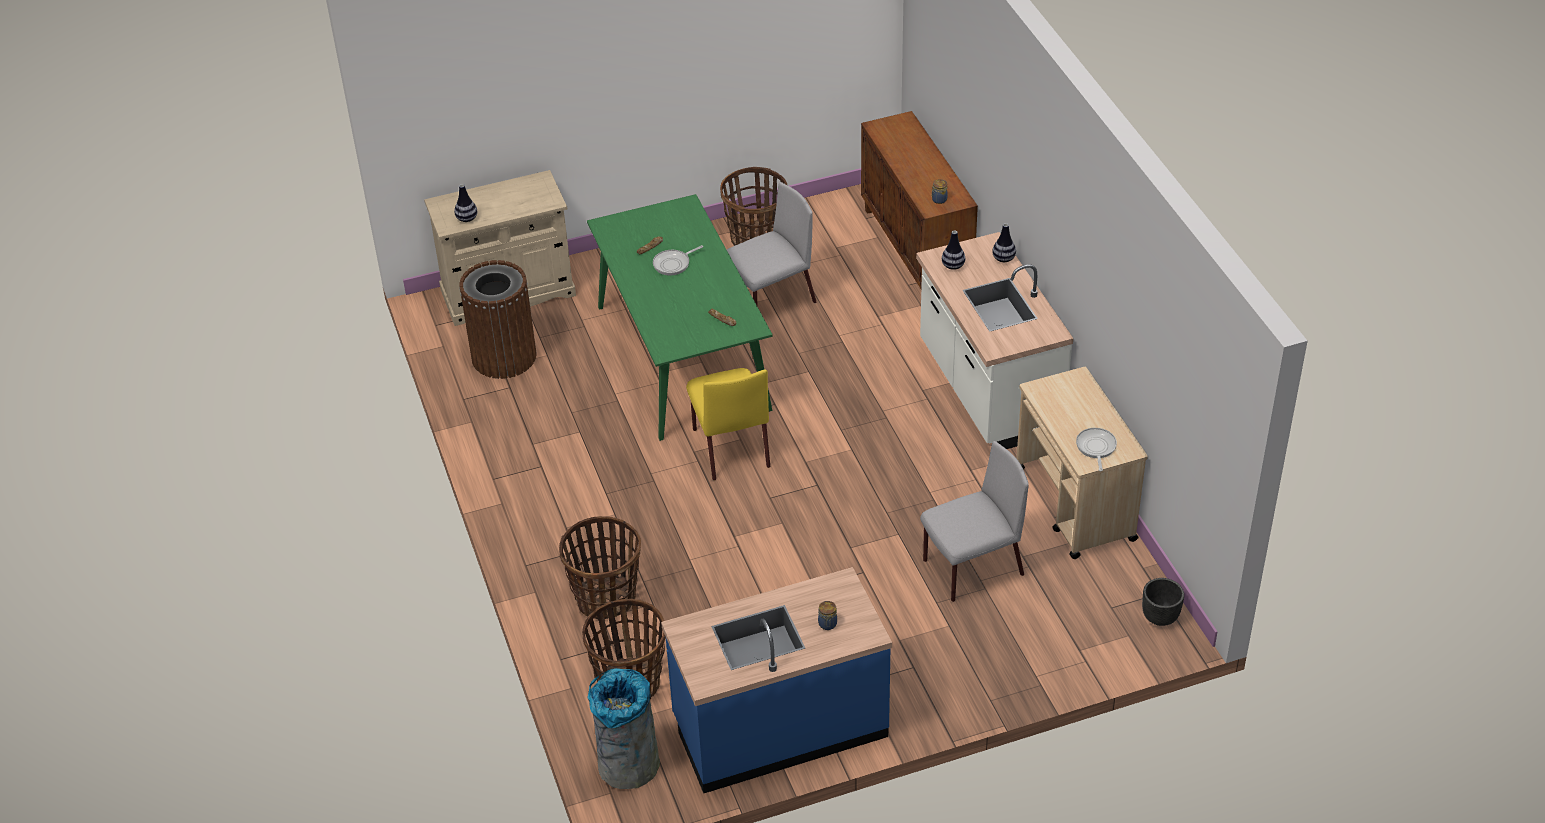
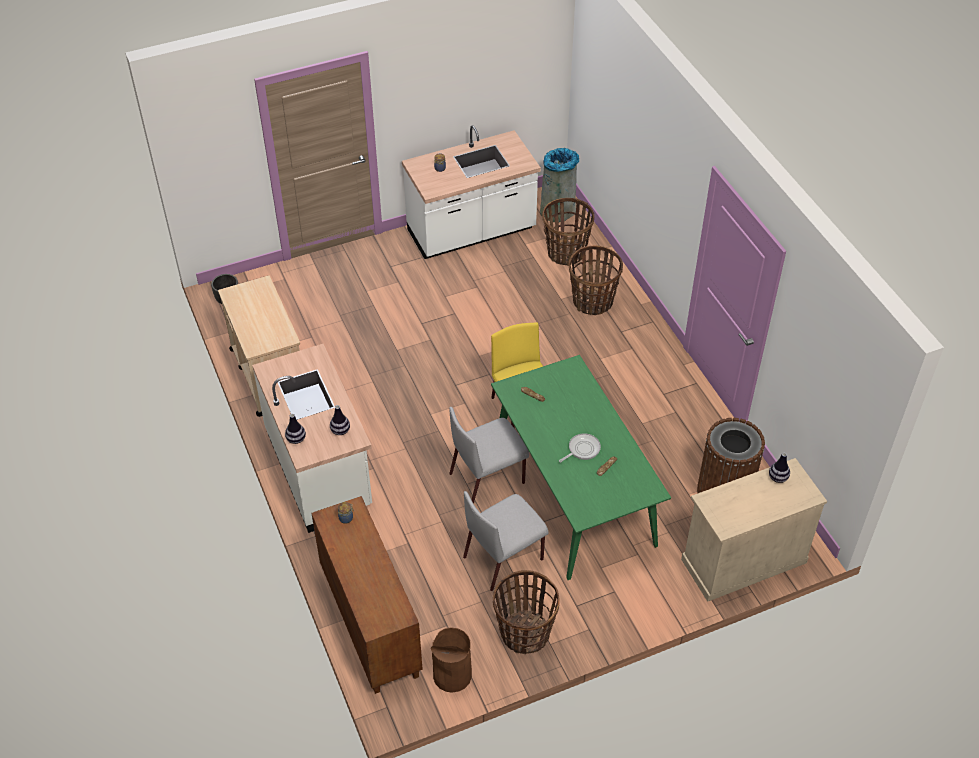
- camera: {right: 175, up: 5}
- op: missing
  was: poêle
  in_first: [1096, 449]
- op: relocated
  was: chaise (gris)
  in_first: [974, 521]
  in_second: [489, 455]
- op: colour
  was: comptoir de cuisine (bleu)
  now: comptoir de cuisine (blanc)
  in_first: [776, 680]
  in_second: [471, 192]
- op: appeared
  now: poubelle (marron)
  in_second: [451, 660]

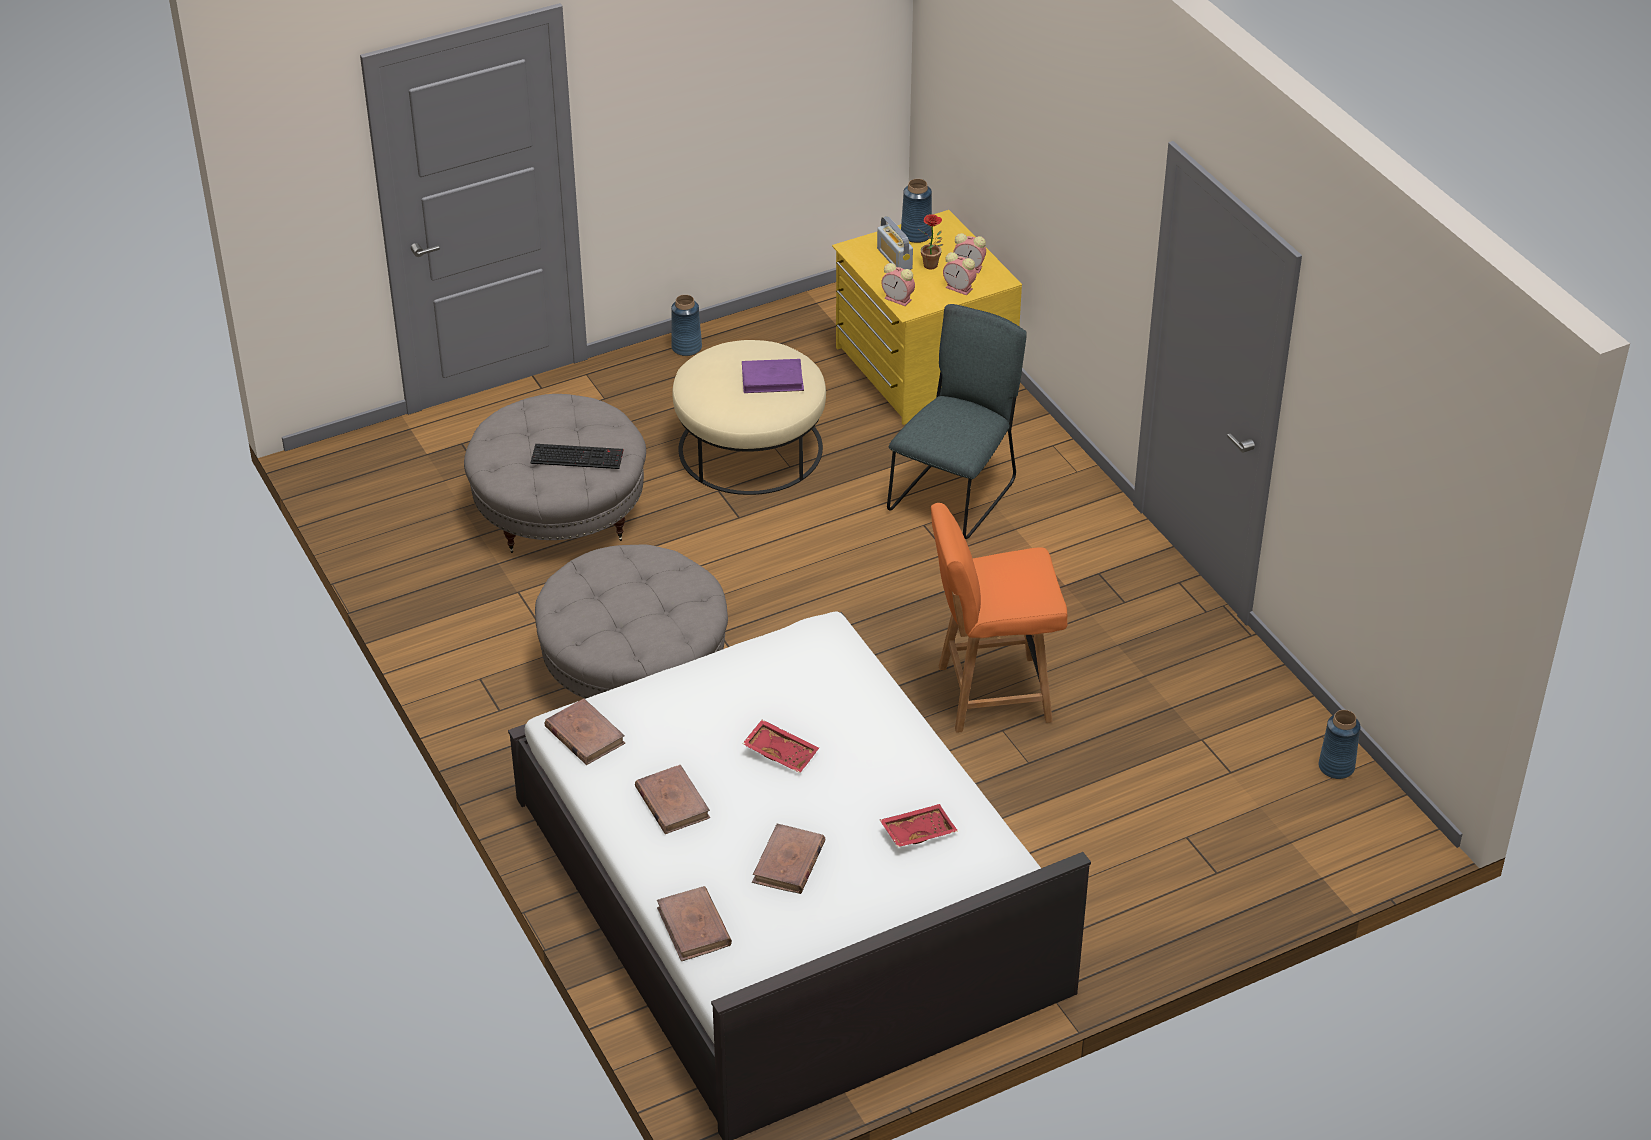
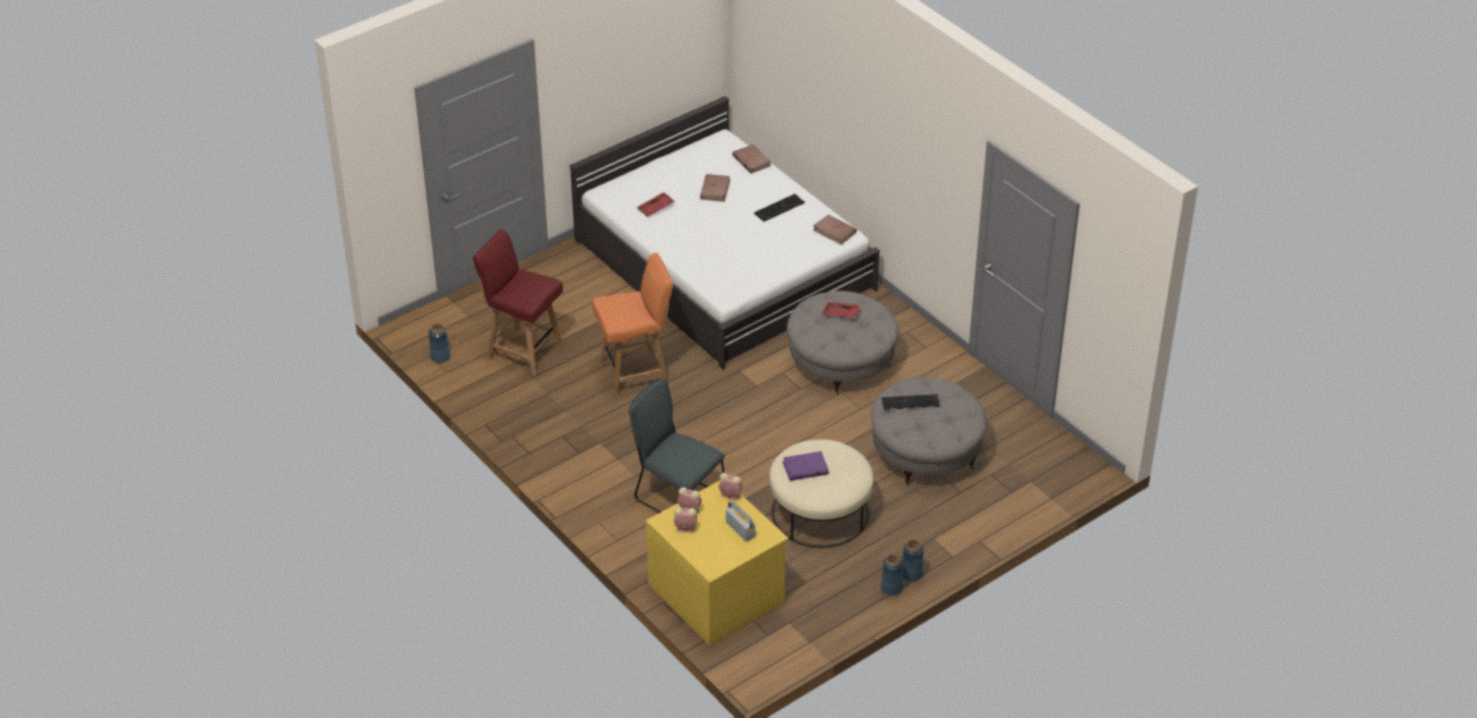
- camera: {right: 170, up: 0}
- op: relocated
  was: vase (bleu)
  in_first: [916, 211]
  in_second: [913, 561]
- op: missing
  was: plante en pot
  in_first: [931, 241]
- op: spun
  was: chaise (gris)
  in_first: [957, 421]
  in_second: [677, 445]
  clockwise: 105
- op: relocated
  was: plateau (rouge)
  in_first: [780, 746]
  in_second: [841, 310]
- op: exchanged
  was: livre (marron)
  now: clavier
  in_first: [672, 799]
  in_second: [779, 208]
- op: appeared
  now: chaise (rouge)
  in_second: [518, 302]

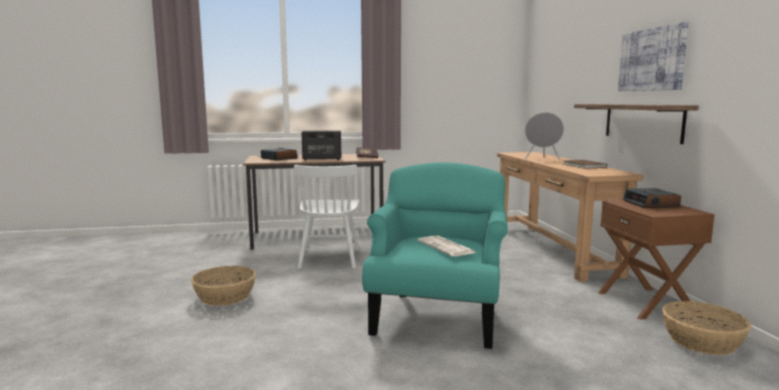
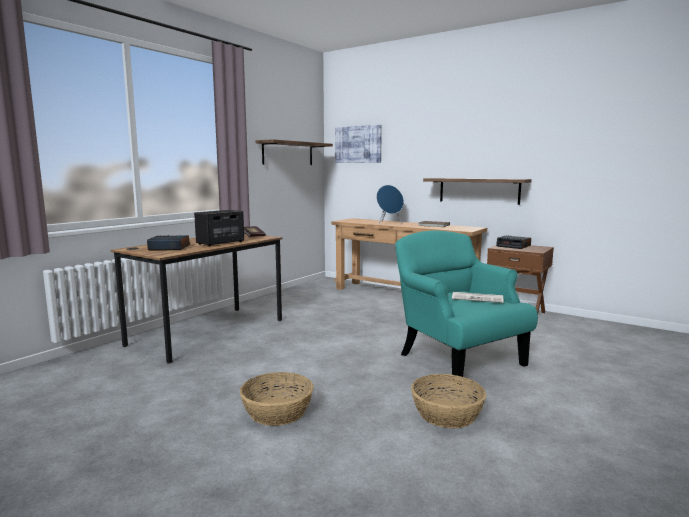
- camera: {right: -45, up: 0}
- op: relocated
  was: tableau
  in_first: [653, 56]
  in_second: [358, 144]
- op: colour
  was: enceinte (gris)
  now: enceinte (bleu)
  in_first: [544, 136]
  in_second: [390, 204]
- op: missing
  was: chaise (blanc)
  in_first: [327, 217]
- op: relocated
  was: panier
  in_first: [706, 328]
  in_second: [448, 401]
- op: appeared
  now: étagère
  in_second: [294, 152]

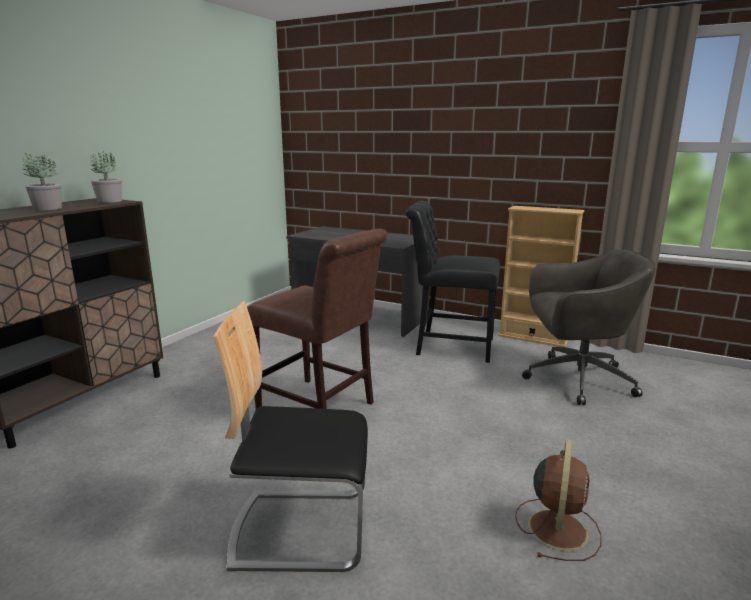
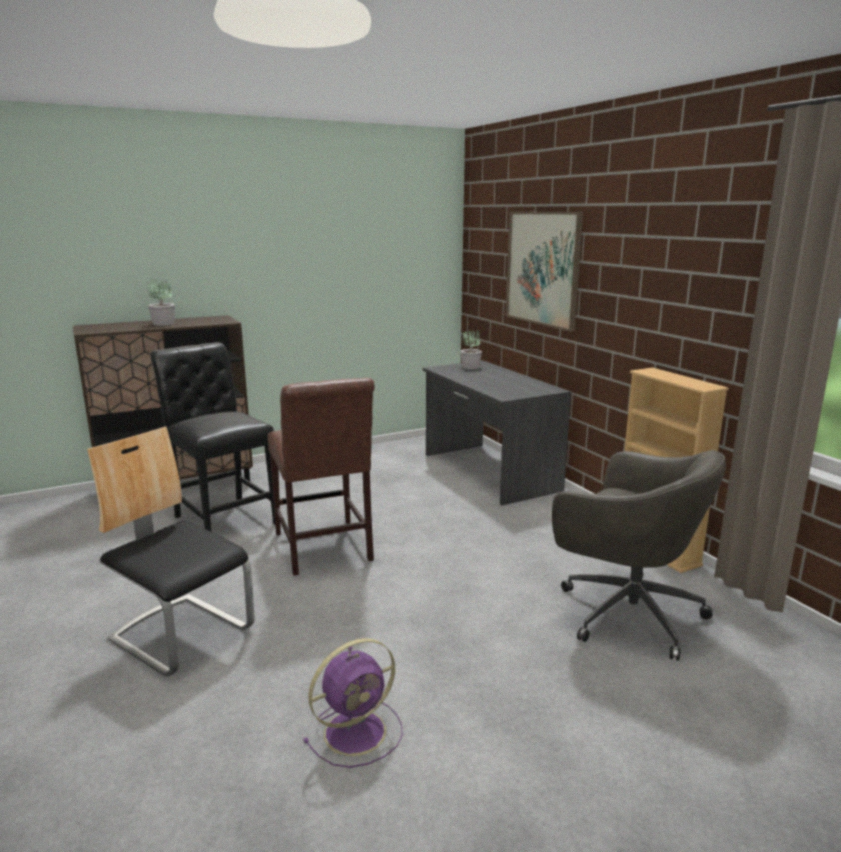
- camera: {right: 35, up: 0}
- op: relocated
  was: plante en pot
  in_first: [106, 176]
  in_second: [471, 349]
- op: relocated
  was: chaise (noir)
  in_first: [453, 282]
  in_second: [212, 437]
- op: colour
  was: ventilateur (marron)
  now: ventilateur (violet)
  in_first: [558, 500]
  in_second: [353, 703]
- op: appeared
  now: tableau
  in_second: [544, 272]

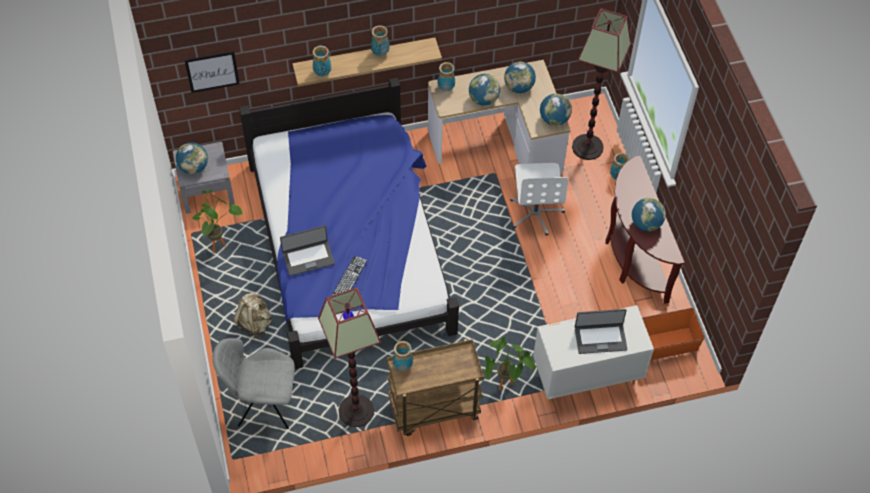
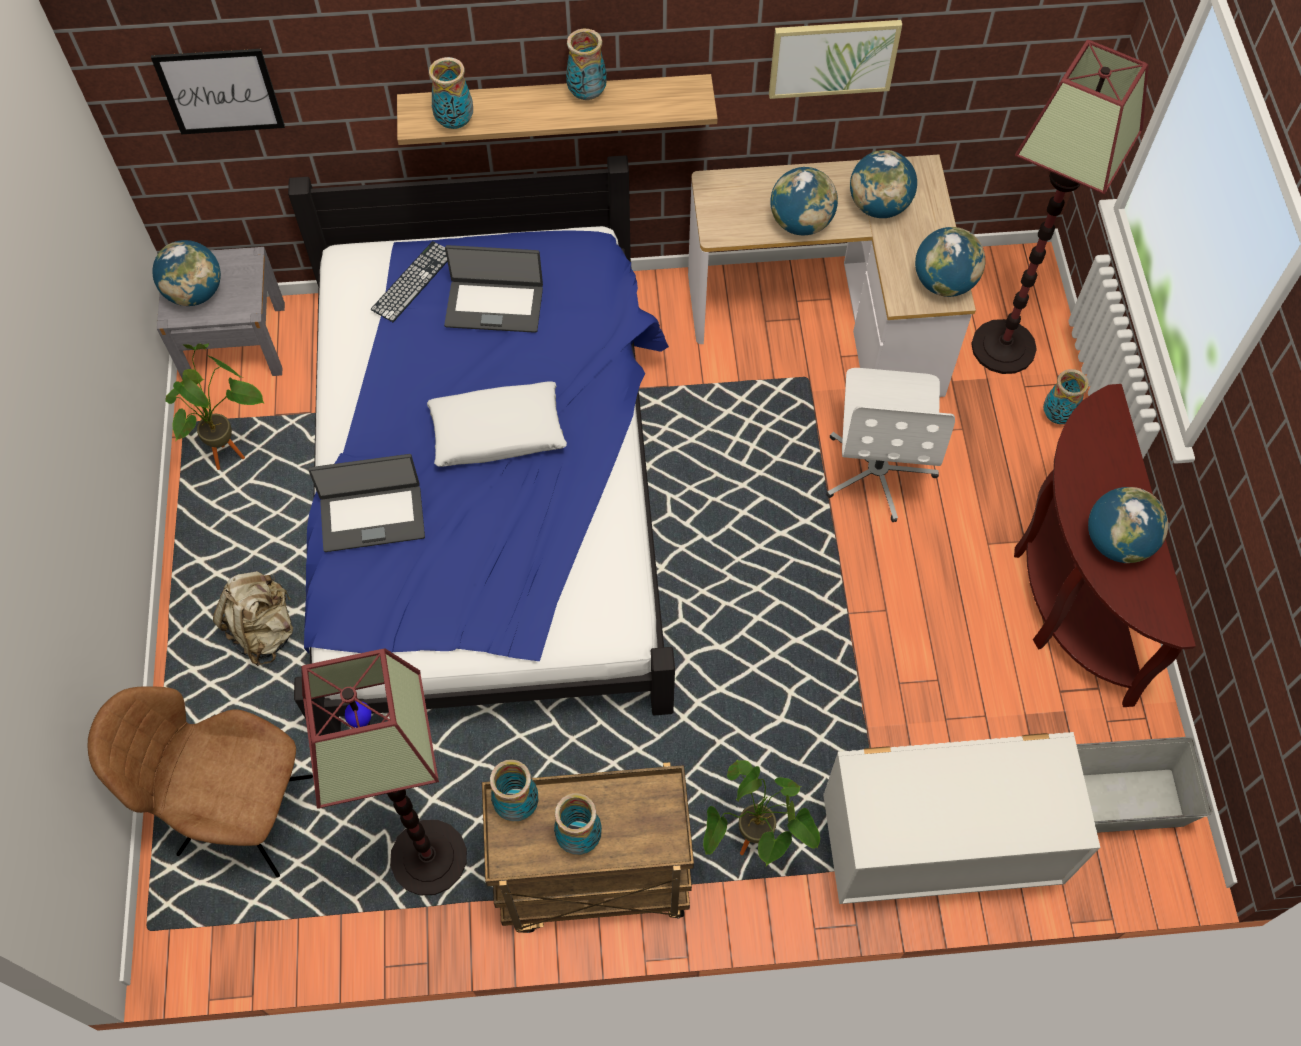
- camera: {right: 10, up: 5}
- op: relocated
  was: vase
  in_first: [446, 76]
  in_second: [578, 824]
- op: relocated
  was: clavier
  in_first: [349, 275]
  in_second: [409, 281]
- op: colour
  was: boîte de rangement (orange)
  now: boîte de rangement (gris)
  in_first: [673, 334]
  in_second: [1144, 785]
- op: relocated
  was: ordinateur portable
  in_first: [601, 331]
  in_second: [493, 289]
- op: colour
  was: chaise (gris)
  now: chaise (marron)
  in_first: [253, 383]
  in_second: [200, 782]
- op: appeared
  now: tableau
  in_second: [835, 59]
- op: appeared
  now: coussin (blanc)
  in_second: [497, 424]

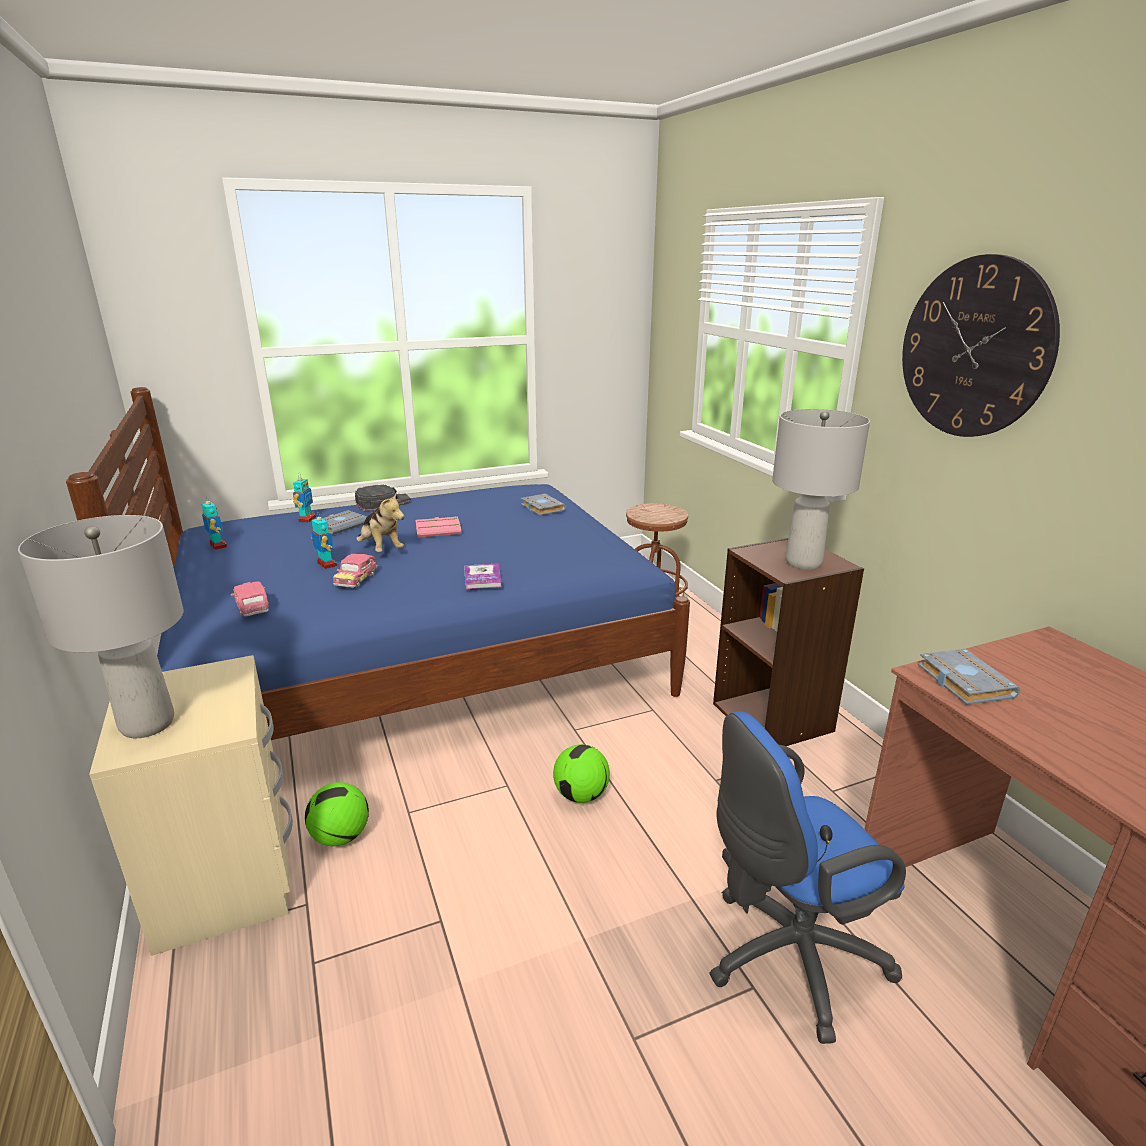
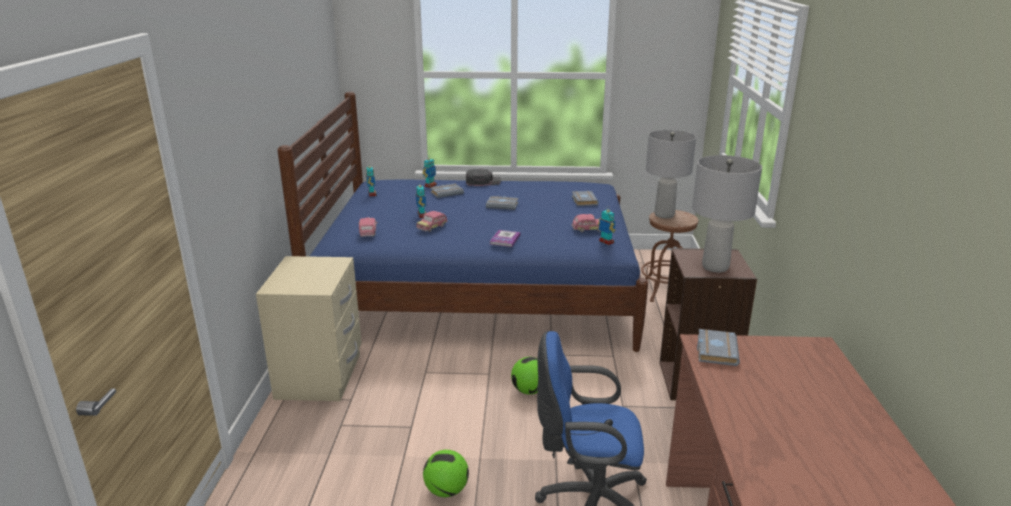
- camera: {right: 25, up: 0}
- op: missing
  was: horloge murale
  in_first: [981, 345]
- op: missing
  was: peluche
  in_first: [380, 521]
- op: relocated
  was: lampe de table (gris)
  in_first: [101, 627]
  in_second: [671, 174]
- op: colour
  was: livre (rose)
  now: livre (gris)
  in_first: [438, 527]
  in_second: [502, 203]
- op: relocated
  was: ballon de foot
  in_first: [337, 814]
  in_second: [446, 473]
- op: appeared
  now: robot jouet
  in_second: [607, 227]
- op: appeared
  now: petite voiture
  in_second: [586, 223]

